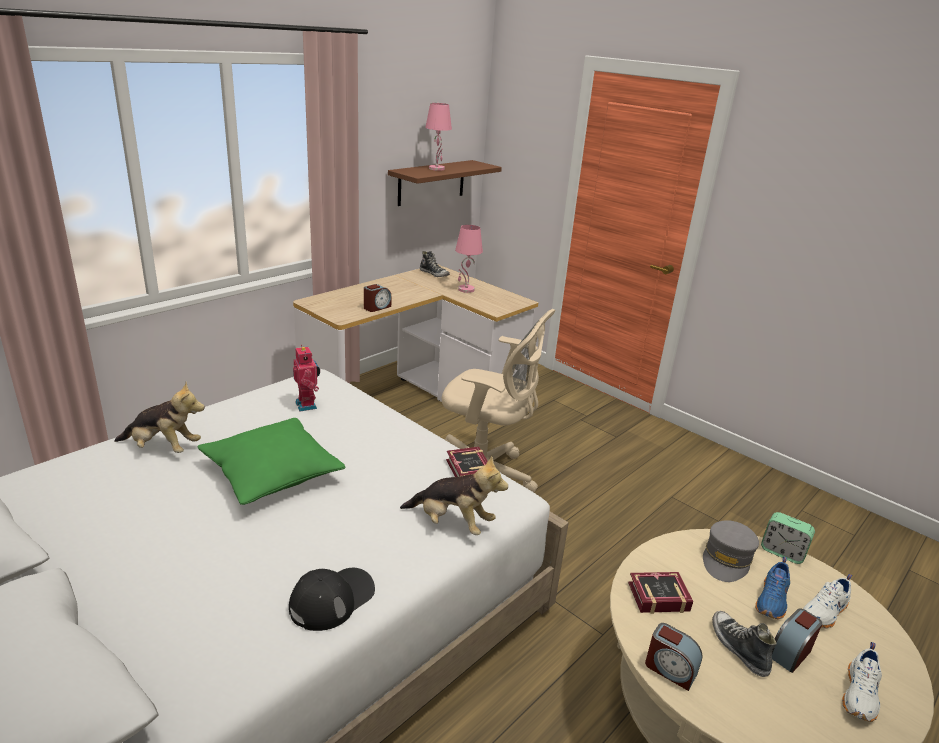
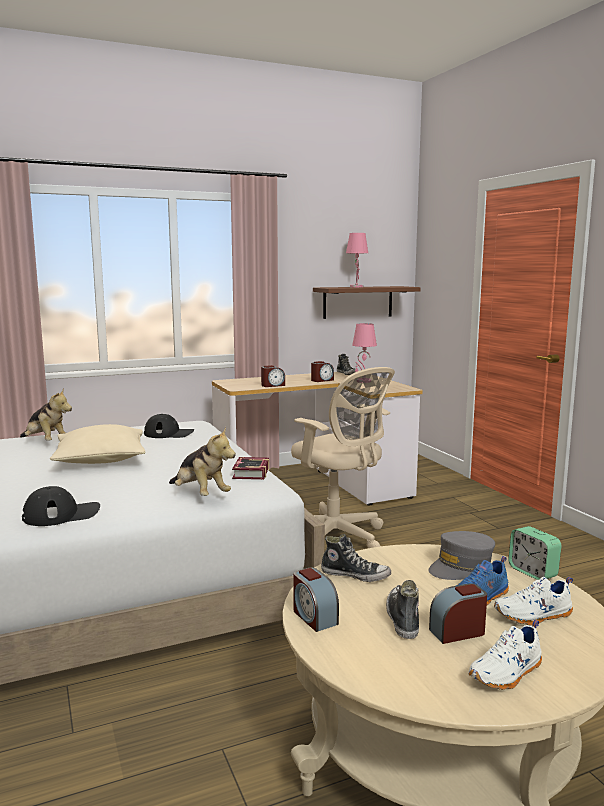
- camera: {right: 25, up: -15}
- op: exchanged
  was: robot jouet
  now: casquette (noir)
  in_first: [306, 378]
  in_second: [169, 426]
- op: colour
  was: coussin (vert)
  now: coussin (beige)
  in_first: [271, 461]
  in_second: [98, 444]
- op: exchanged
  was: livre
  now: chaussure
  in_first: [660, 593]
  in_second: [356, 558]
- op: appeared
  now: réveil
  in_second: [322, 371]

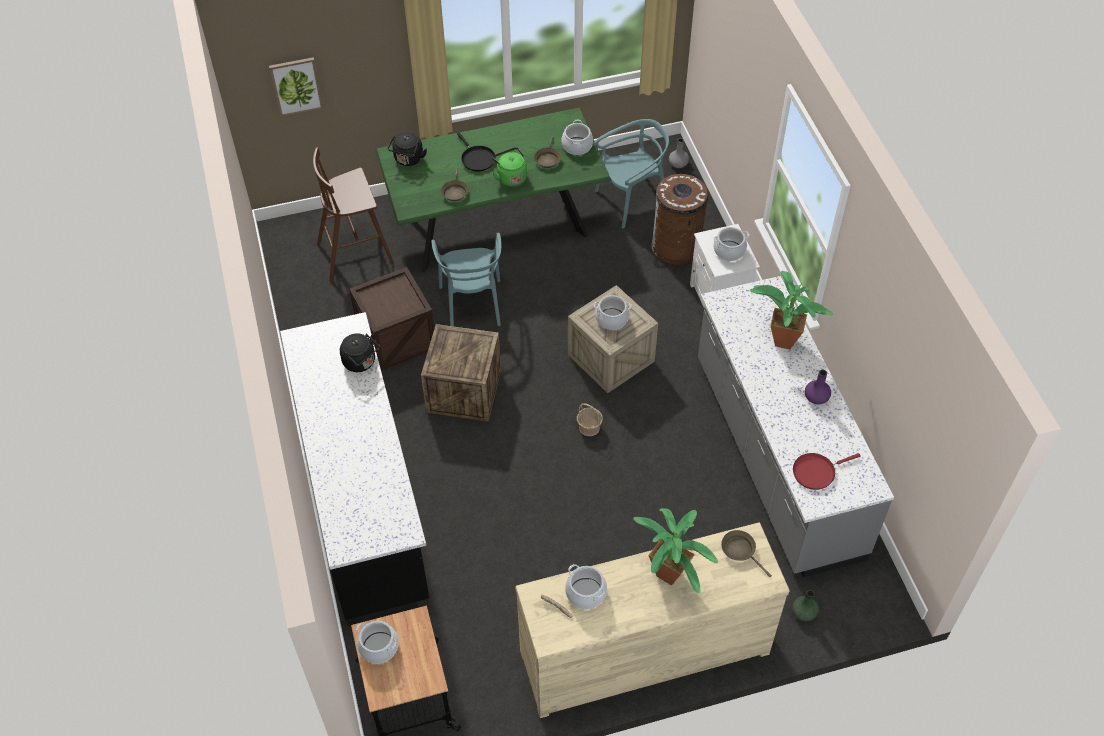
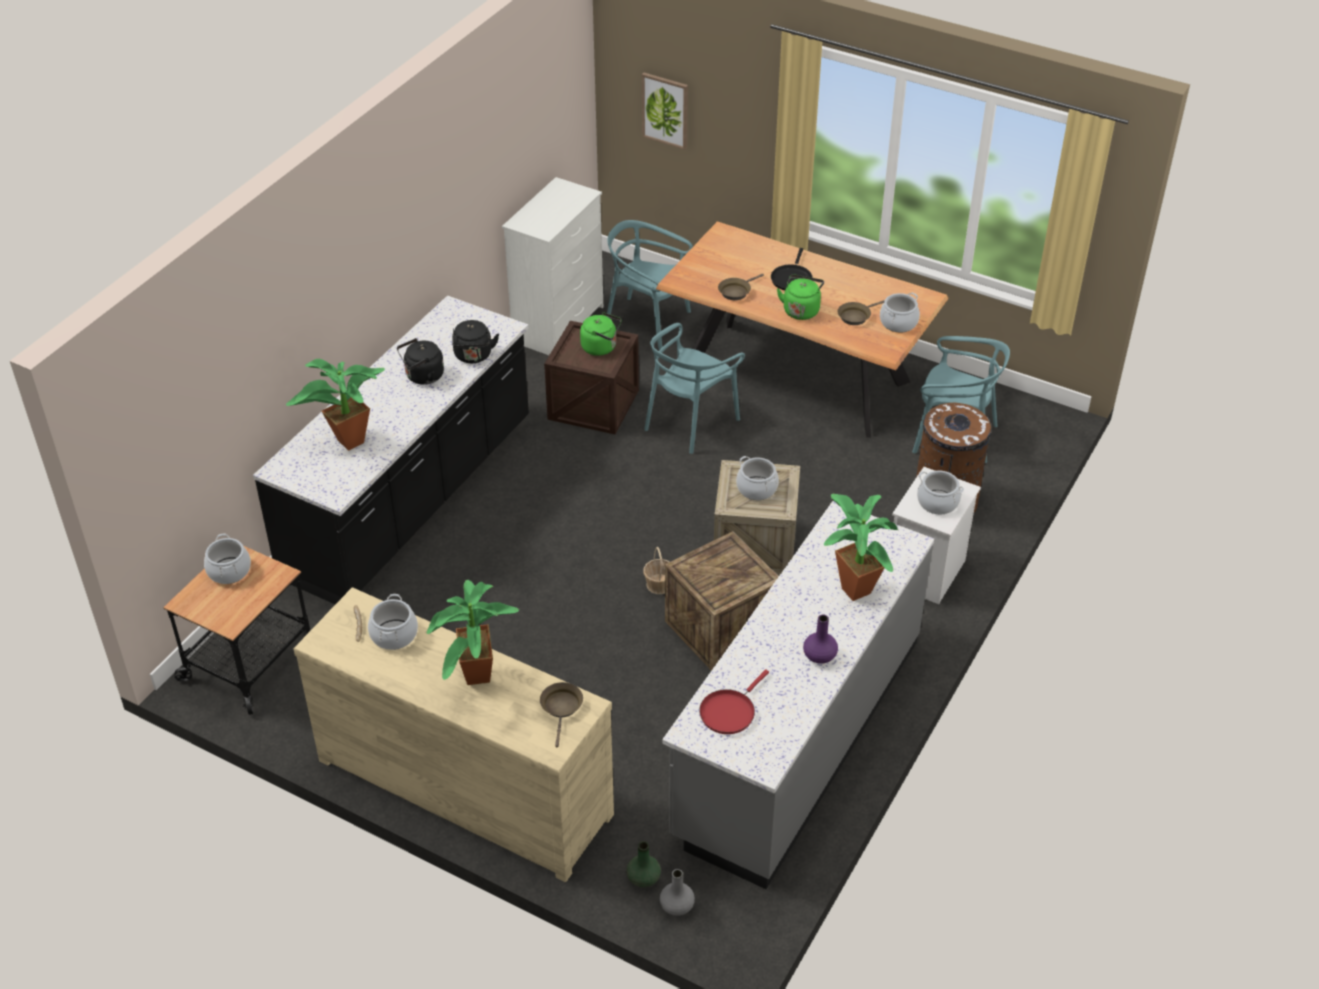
- camera: {right: 45, up: -10}
- op: colour
  was: table à manger (vert)
  now: table à manger (marron)
  in_first: [493, 190]
  in_second: [802, 329]
- op: relocated
  was: bouilloire (noir)
  in_first: [407, 149]
  in_second: [420, 361]
- op: relocated
  was: vase (gris)
  in_first: [679, 153]
  in_second: [677, 892]
- op: exchanged
  was: tabouret (marron)
  now: chaise (turquoise)
  in_first: [353, 214]
  in_second: [650, 285]
- op: relocated
  was: caisse
  in_first: [461, 373]
  in_second: [722, 601]
- op: spun
  was: poêle (rouge)
  in_first: [827, 471]
  in_second: [734, 701]
  clockwise: -75
- op: appeared
  now: commode (blanc)
  in_second: [552, 266]
- op: appeared
  now: bouilloire (vert)
  in_second: [601, 334]
- op: appeared
  now: plante en pot
  in_second: [335, 405]

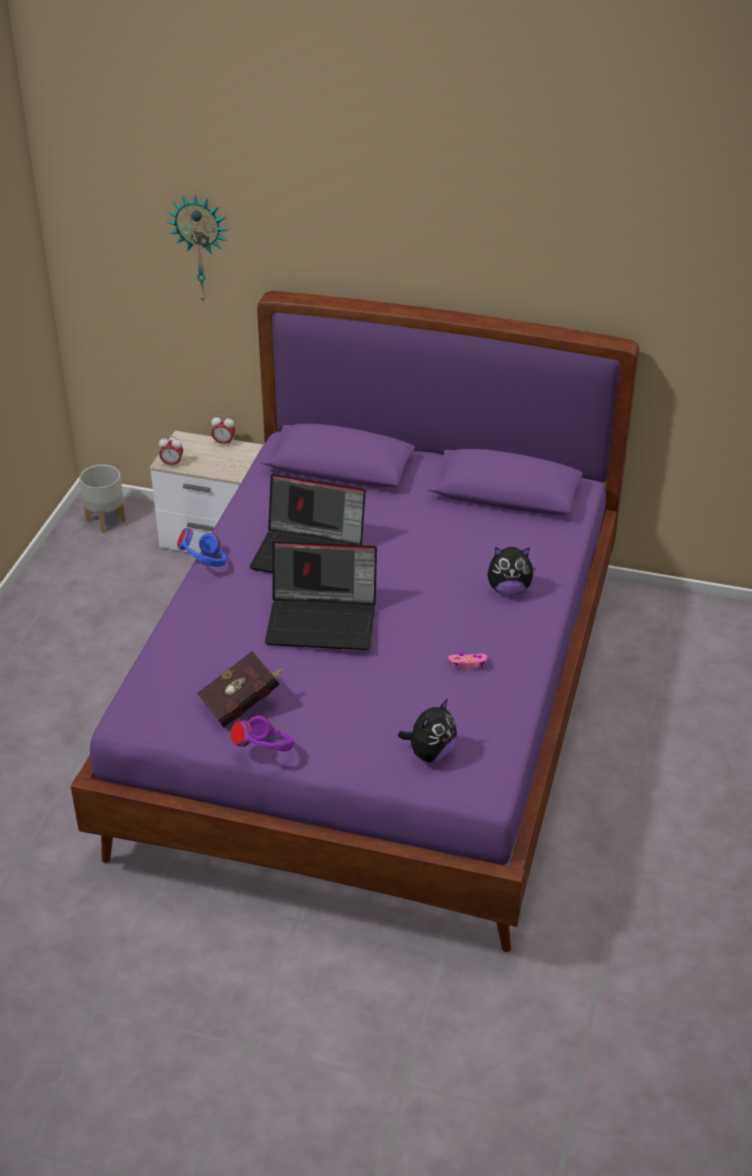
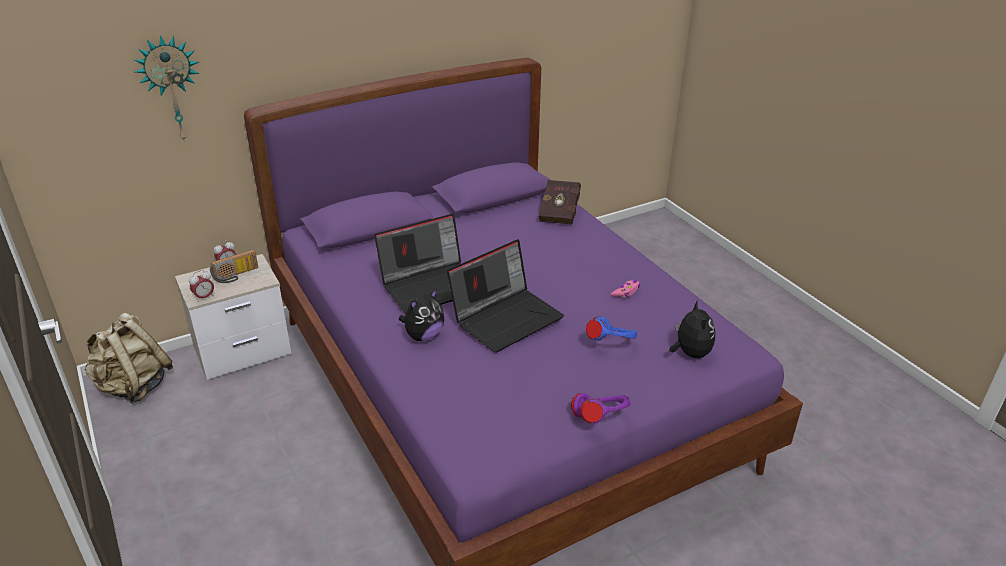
- camera: {right: -45, up: -5}
- op: exchanged
  was: cache-pot (gris)
  now: sac à dos (beige)
  in_first: [102, 499]
  in_second: [129, 358]
- op: relocated
  was: casque audio (bleu)
  in_first: [202, 547]
  in_second: [611, 329]
- op: relocated
  was: peluche
  in_first: [511, 571]
  in_second: [421, 315]
- op: relocated
  was: livre (rouge)
  in_first: [240, 689]
  in_second: [560, 202]
- op: appeared
  now: radio
  in_second: [234, 266]

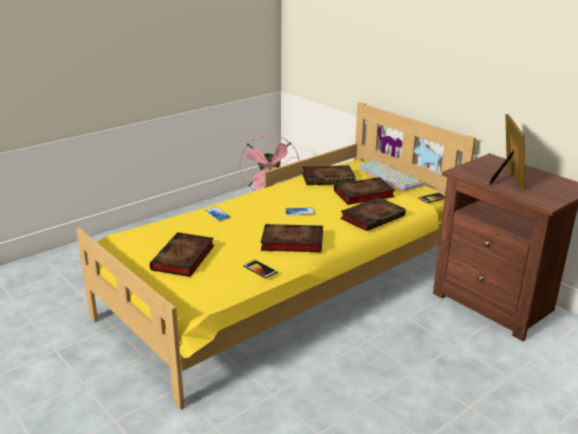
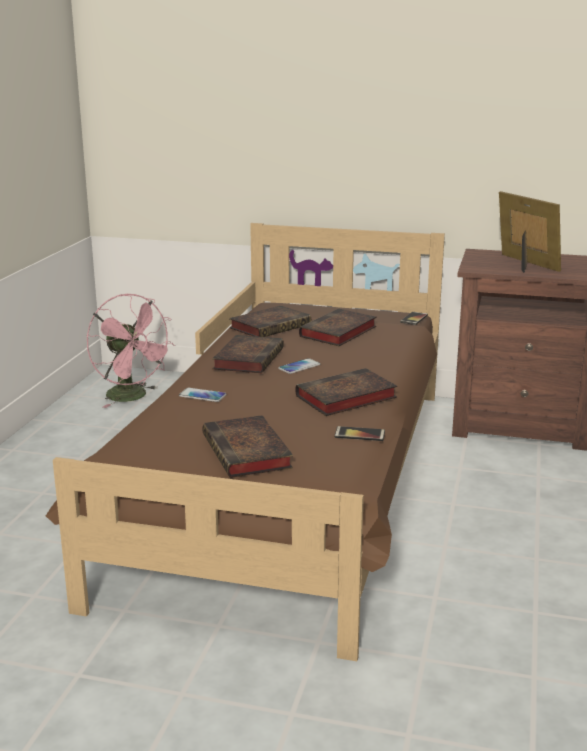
- camera: {right: -35, up: -5}
- op: colour
  was: lit (jaune)
  now: lit (marron)
  in_first: [276, 256]
  in_second: [245, 442]
- op: missing
  was: clavier
  in_first: [390, 175]
- op: relocated
  was: livre
  in_first: [373, 214]
  in_second: [248, 354]

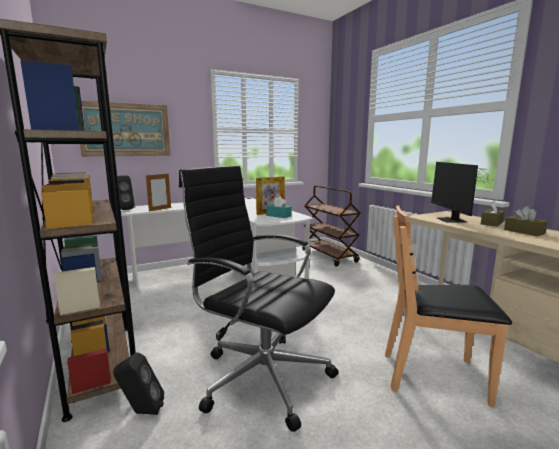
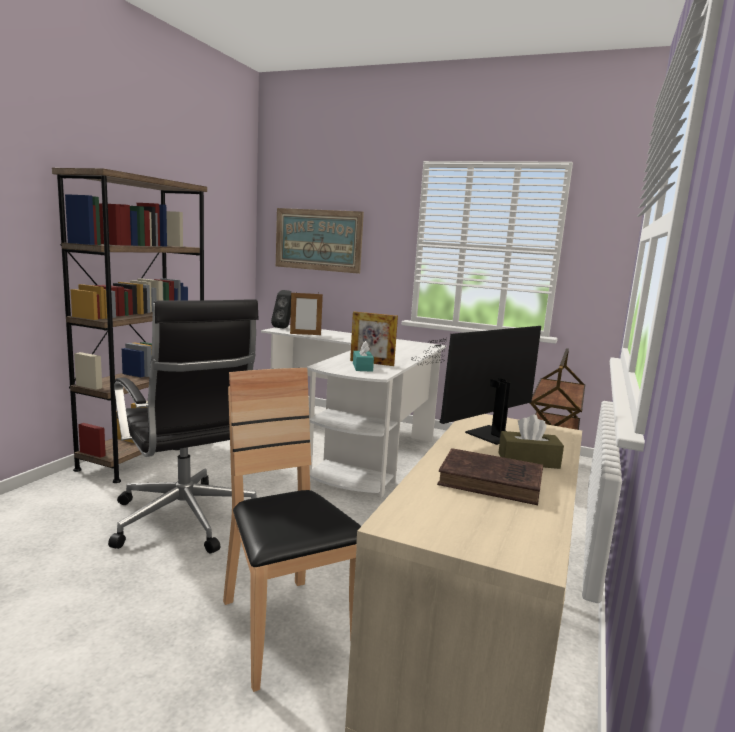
- camera: {right: 50, up: 0}
- op: spun
  was: chaise de bureau (noir)
  in_first: [259, 298]
  in_second: [183, 426]
  clockwise: 150
- op: exchanged
  was: boîte à mouchoirs (marron)
  now: livre (marron)
  in_first: [526, 221]
  in_second: [490, 476]
- op: missing
  was: enceinte (noir)
  in_first: [138, 384]

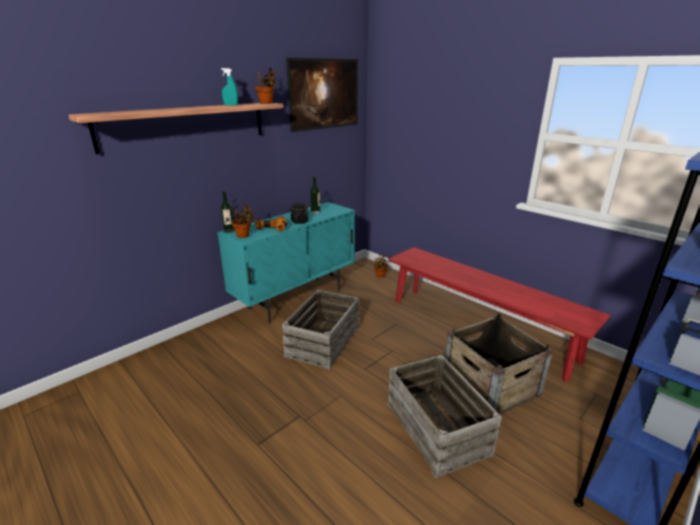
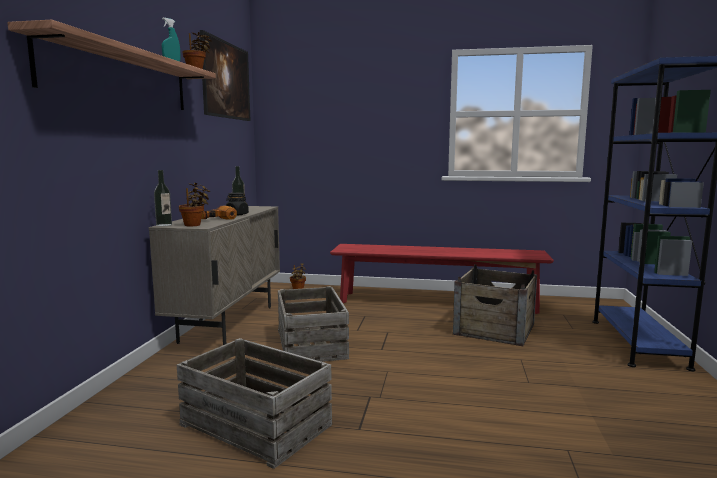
- camera: {right: -35, up: -15}
- op: colour
  was: meuble de rangement (turquoise)
  now: meuble de rangement (beige)
  in_first: [286, 262]
  in_second: [214, 275]
- op: relocated
  was: caisse
  in_first: [444, 416]
  in_second: [254, 403]

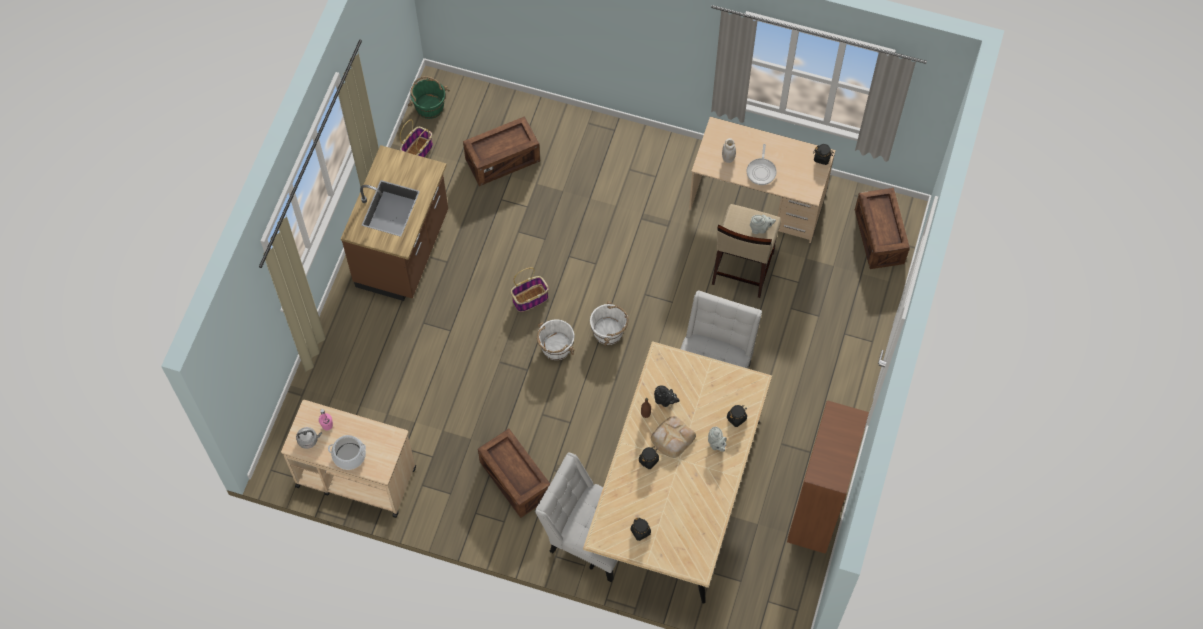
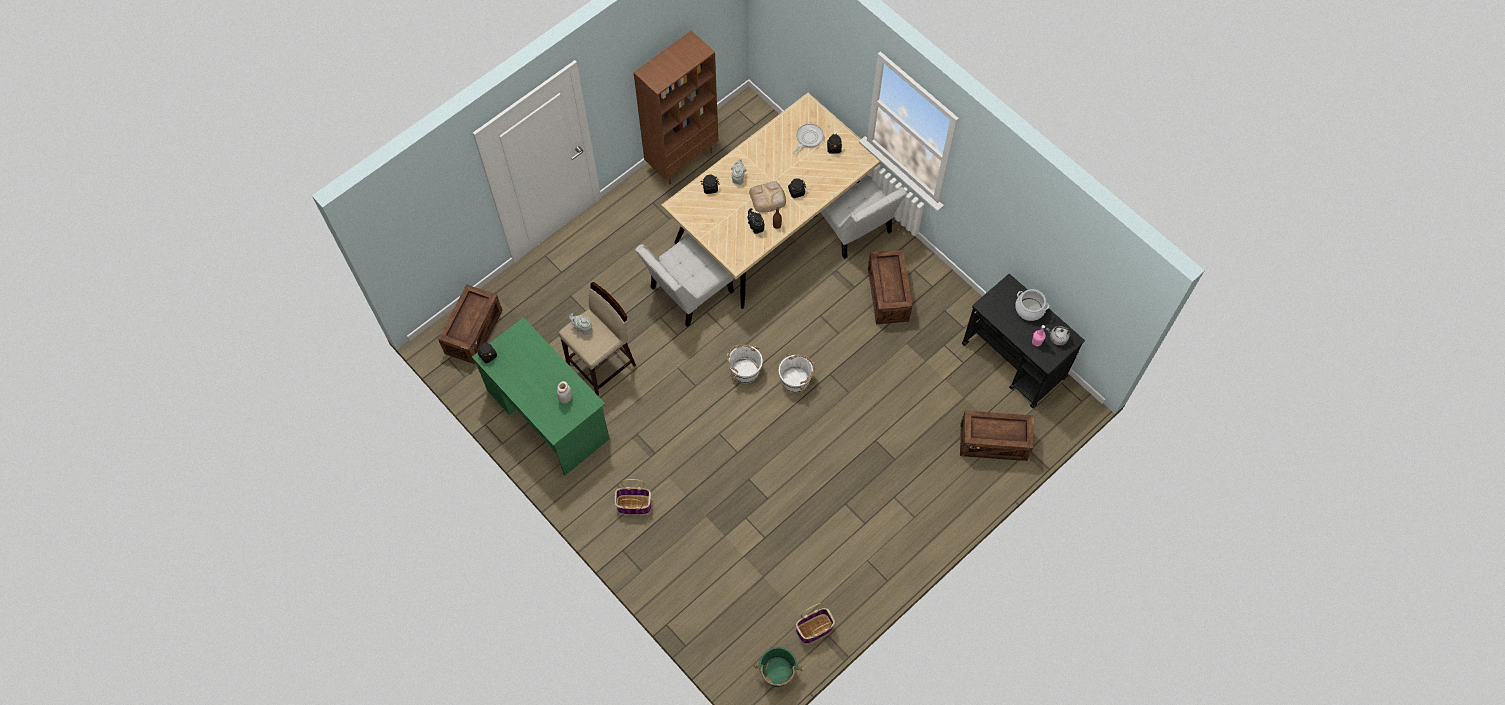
- camera: {right: -150, up: 0}
- op: relocated
  was: caisse
  in_first: [501, 151]
  in_second: [996, 435]
- op: colour
  was: bureau (beige)
  now: bureau (vert)
  in_first: [762, 180]
  in_second: [541, 396]
- op: relocated
  was: poêle
  in_first: [762, 164]
  in_second: [808, 139]
- op: missing
  was: comptoir de cuisine (marron)
  in_first: [394, 223]
- op: relocated
  was: panier
  in_first: [530, 290]
  in_second: [632, 496]
- op: colour
  was: chariot (beige)
  now: chariot (noir)
  in_first: [348, 459]
  in_second: [1023, 341]

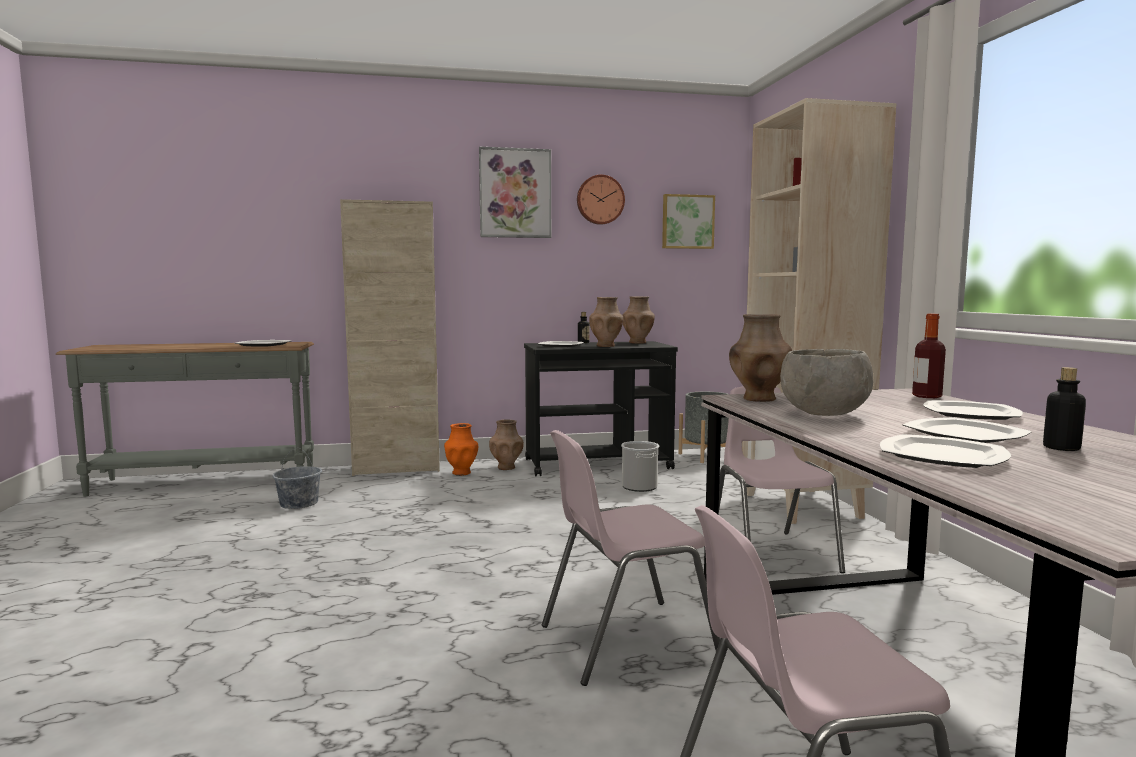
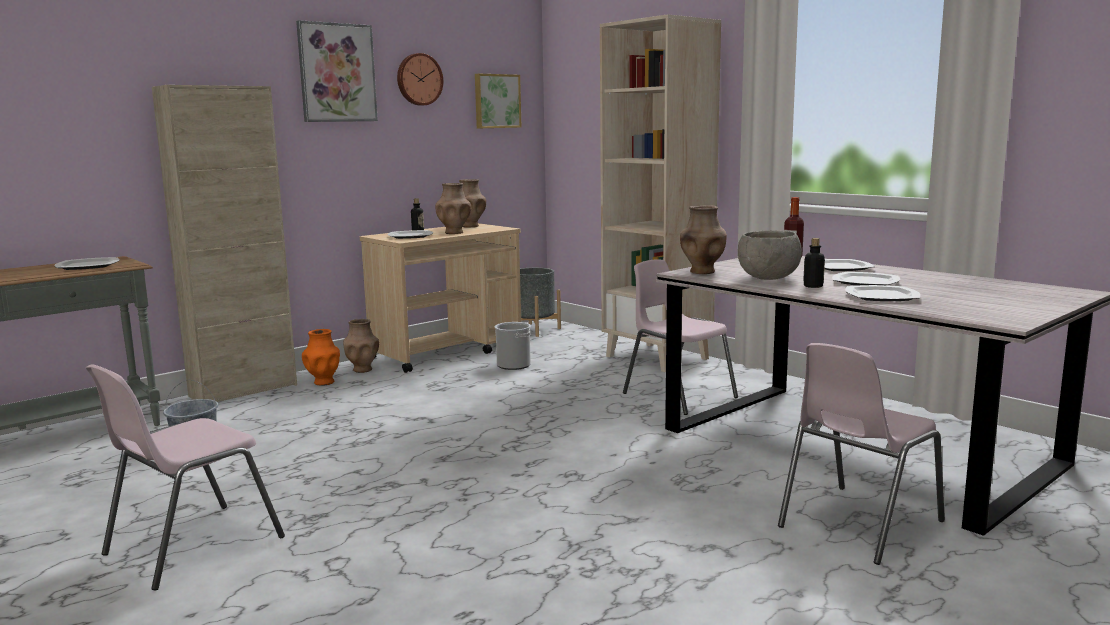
- camera: {right: -30, up: 5}
- op: colour
  was: chariot (noir)
  now: chariot (beige)
  in_first: [601, 408]
  in_second: [440, 298]
- op: relocated
  was: bouteille
  in_first: [1064, 409]
  in_second: [814, 263]
- op: relocated
  was: chaise (rose)
  in_first: [631, 558]
  in_second: [185, 477]

